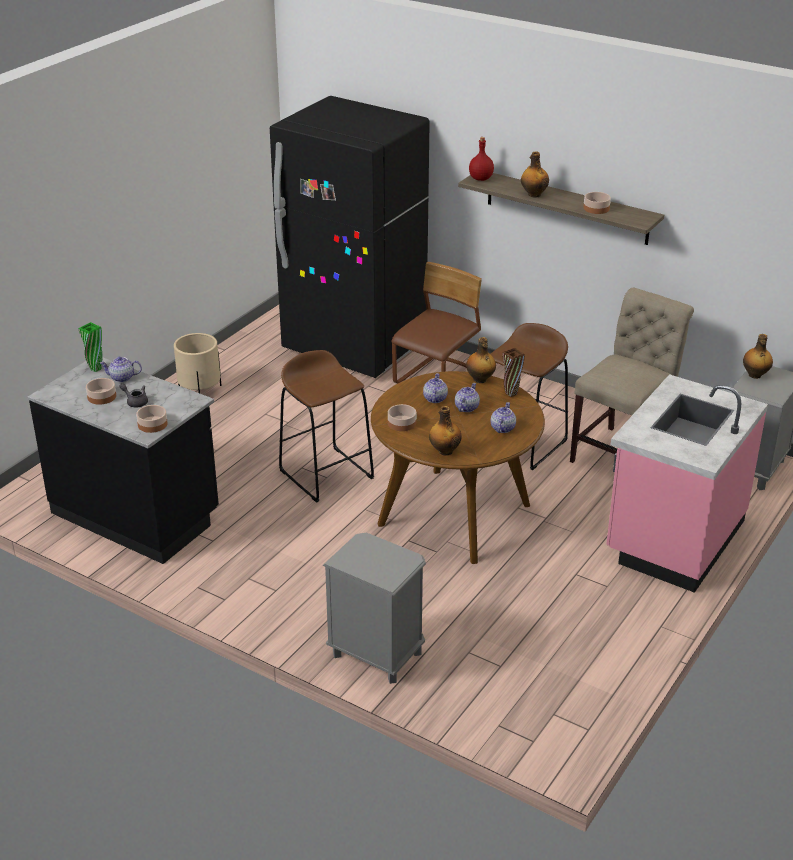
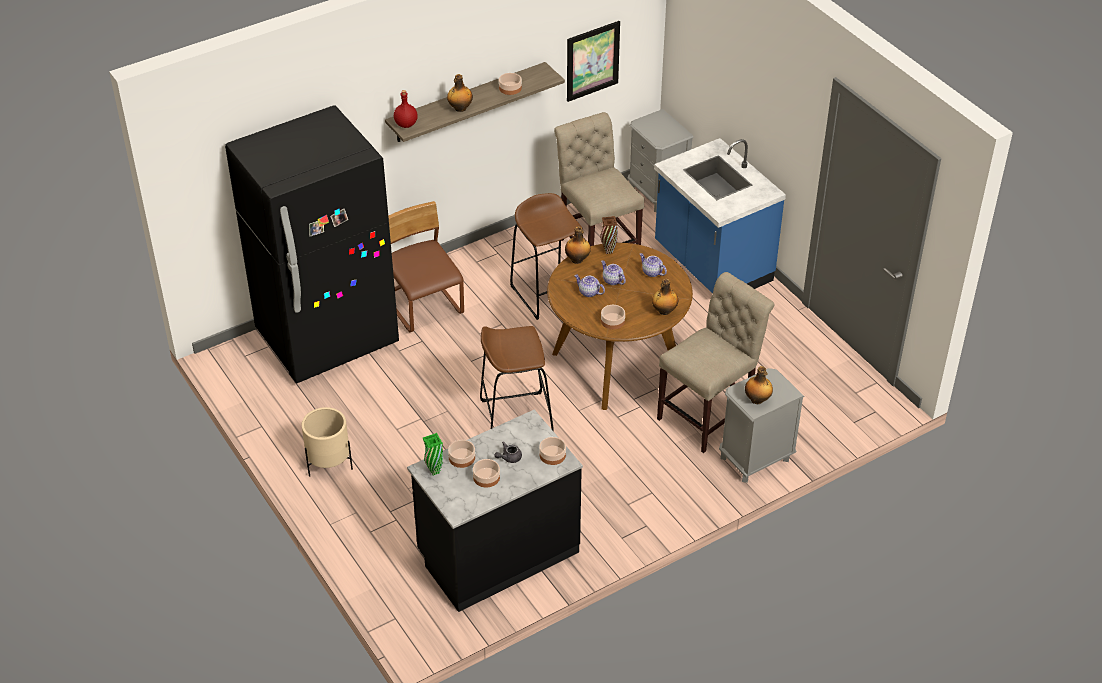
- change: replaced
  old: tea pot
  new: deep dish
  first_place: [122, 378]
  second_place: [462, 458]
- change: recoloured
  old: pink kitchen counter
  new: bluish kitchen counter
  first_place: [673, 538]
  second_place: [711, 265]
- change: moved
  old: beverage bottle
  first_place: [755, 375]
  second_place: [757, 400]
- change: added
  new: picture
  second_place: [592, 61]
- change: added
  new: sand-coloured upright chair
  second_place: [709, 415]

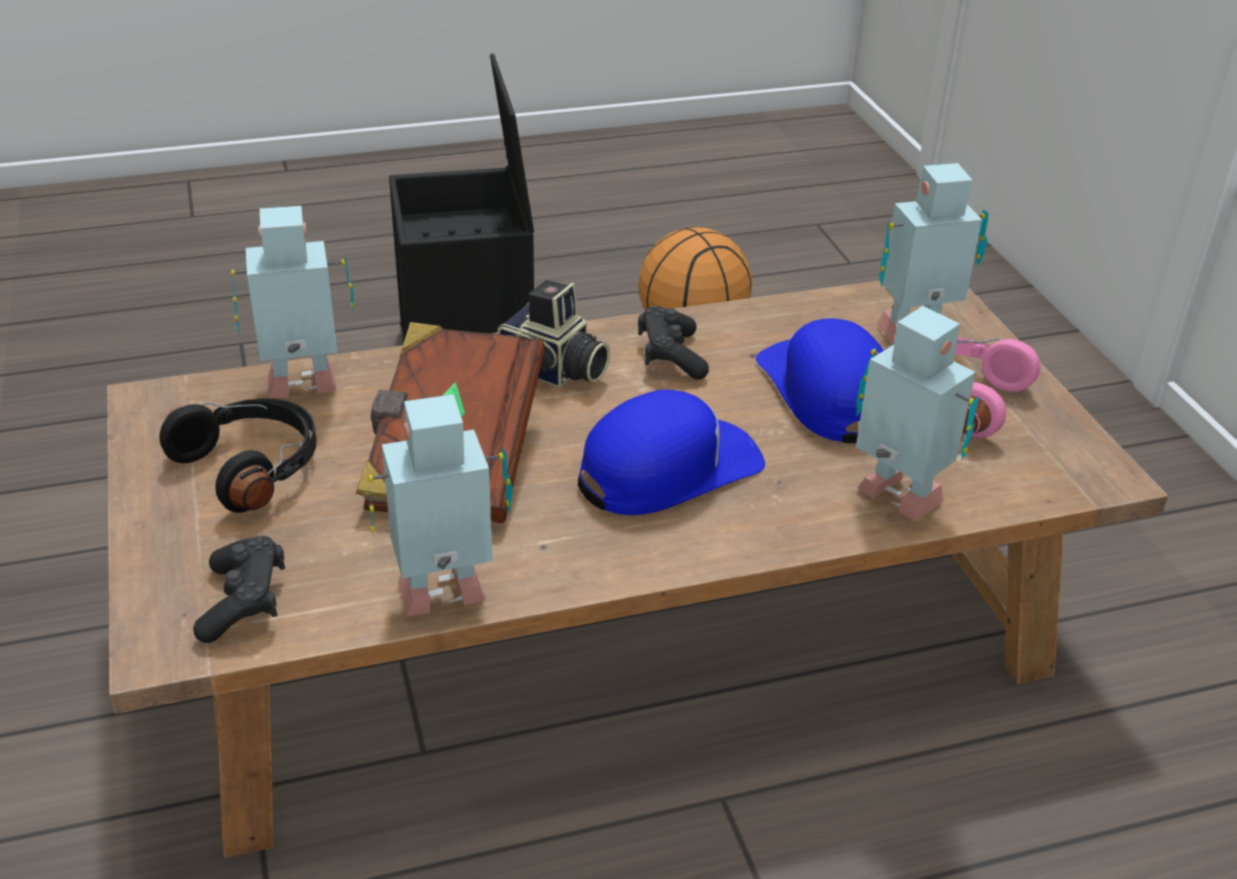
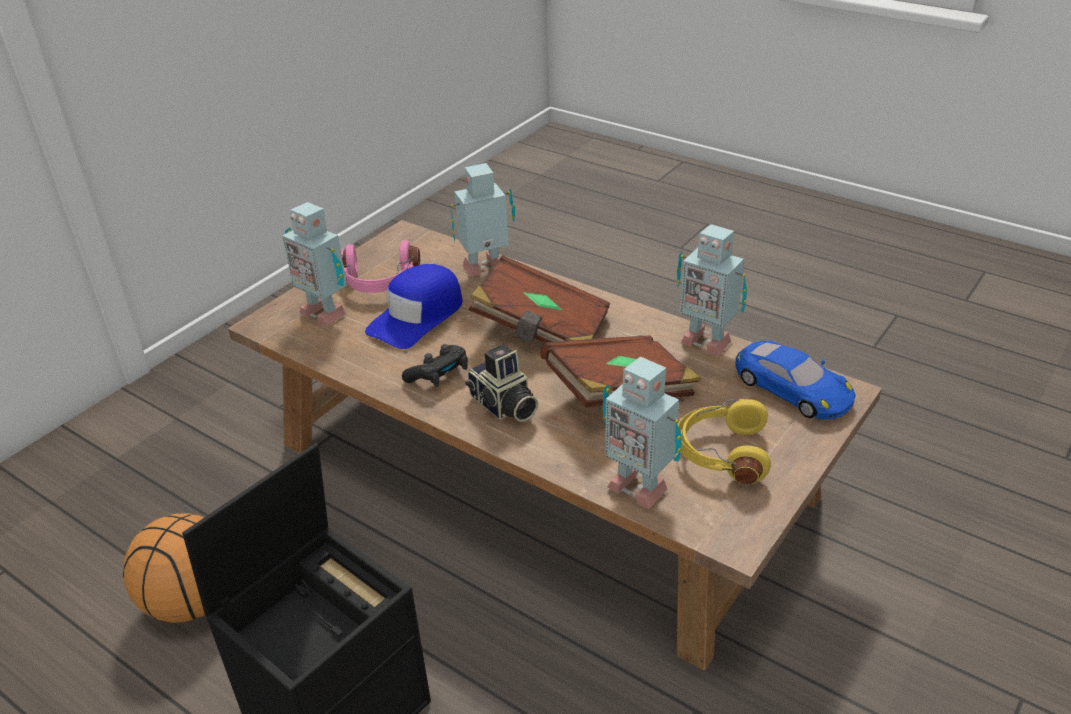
- change: recoloured
  old: black-coloured headset
  new: yellowish headset
  first_place: [252, 467]
  second_place: [721, 453]
- change: replaced
  old: black-coloured joypad
  new: bluish model car
  first_place: [244, 603]
  second_place: [792, 388]
- change: turned
  old: photo camera
  first_place: [552, 371]
  second_place: [503, 406]
  degrees: 150
- change: replaced
  old: bluish baseball cap
  new: brown-coloured bound book
  first_place: [669, 469]
  second_place: [541, 330]
- change: turned
  old: robot figure
  first_place: [897, 501]
  second_place: [486, 269]
  degrees: 60

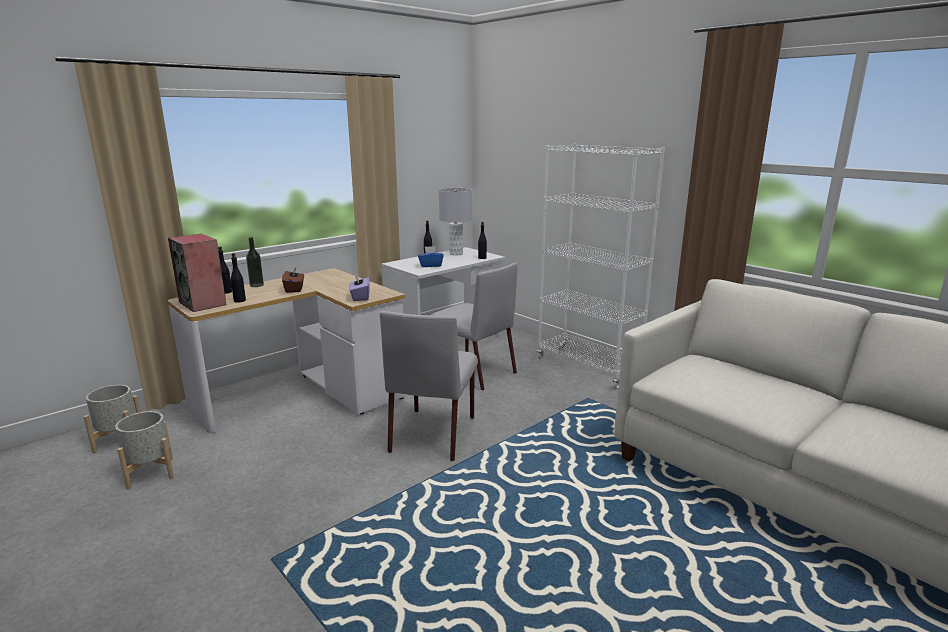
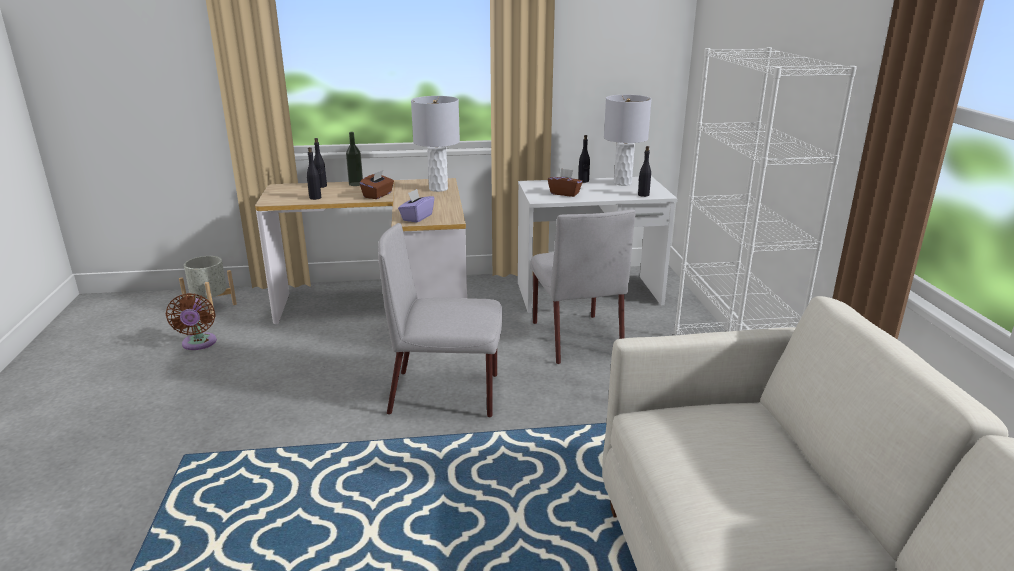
- change: replaced
  old: grey flower pot
  new: brown-coloured cooling fan
  first_place: [150, 473]
  second_place: [198, 344]
- change: removed
  old: speaker
  first_place: [203, 303]
- change: turned
  old: grey upright chair
  first_place: [433, 433]
  second_place: [447, 394]
  degrees: 45
- change: recoloured
  old: bluish box of tissues
  new: brown-coloured box of tissues
  first_place: [430, 265]
  second_place: [565, 193]
- change: added
  new: grey table lamp
  second_place: [438, 189]

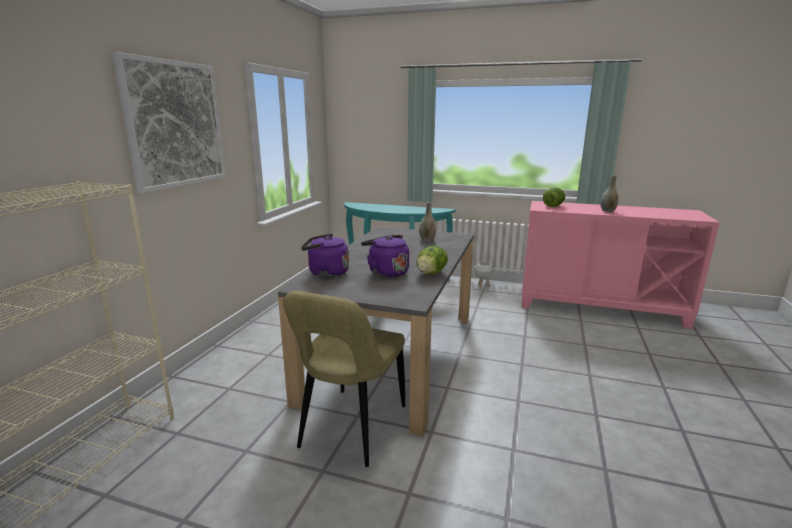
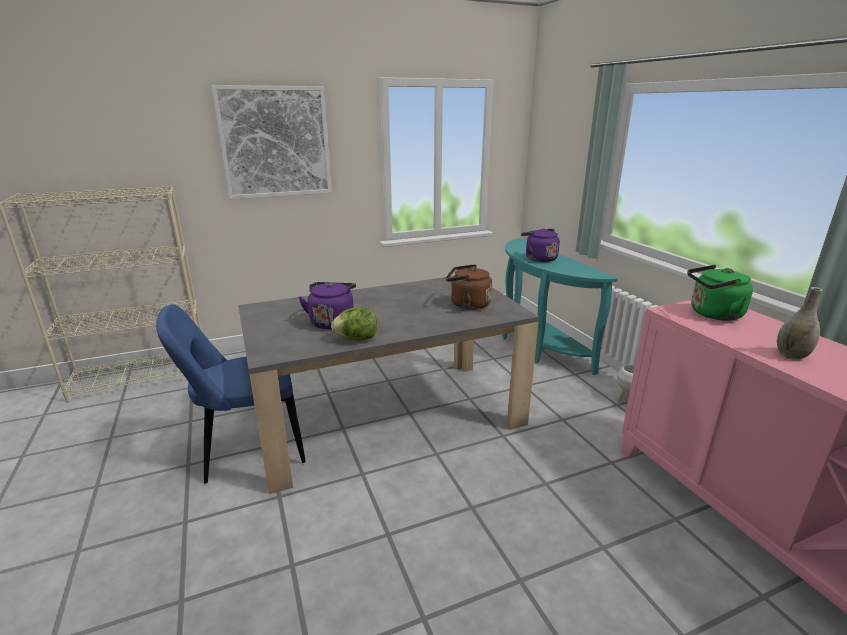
- change: recoloured
  old: sand-coloured upright chair
  new: bluish upright chair
  first_place: [351, 429]
  second_place: [248, 451]
- change: moved
  old: purple-coloured kettle
  first_place: [326, 273]
  second_place: [539, 258]
- change: replaced
  old: grey flower vase
  new: brown-coloured kettle
  first_place: [427, 240]
  second_place: [467, 304]
- change: replaced
  old: head of lettuce
  new: greenish kettle
  first_place: [553, 206]
  second_place: [712, 314]

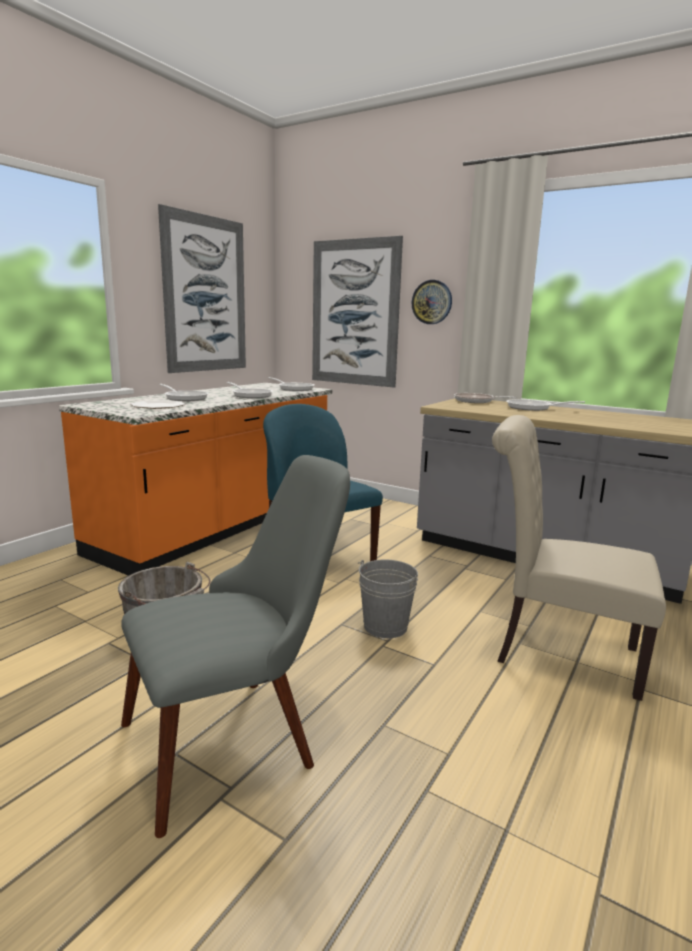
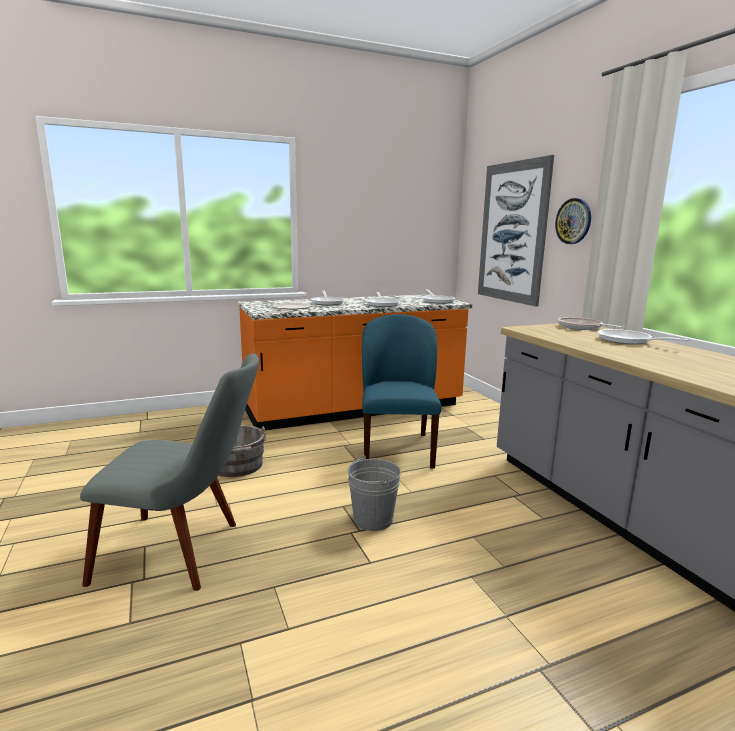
- change: removed
  old: picture
  first_place: [205, 295]
- change: removed
  old: sand-coloured upright chair
  first_place: [557, 653]

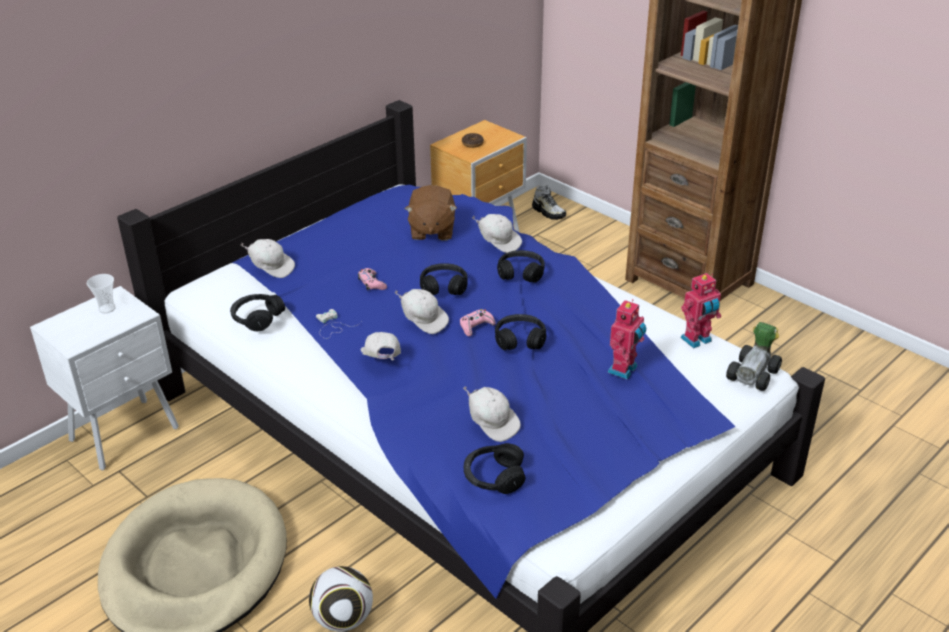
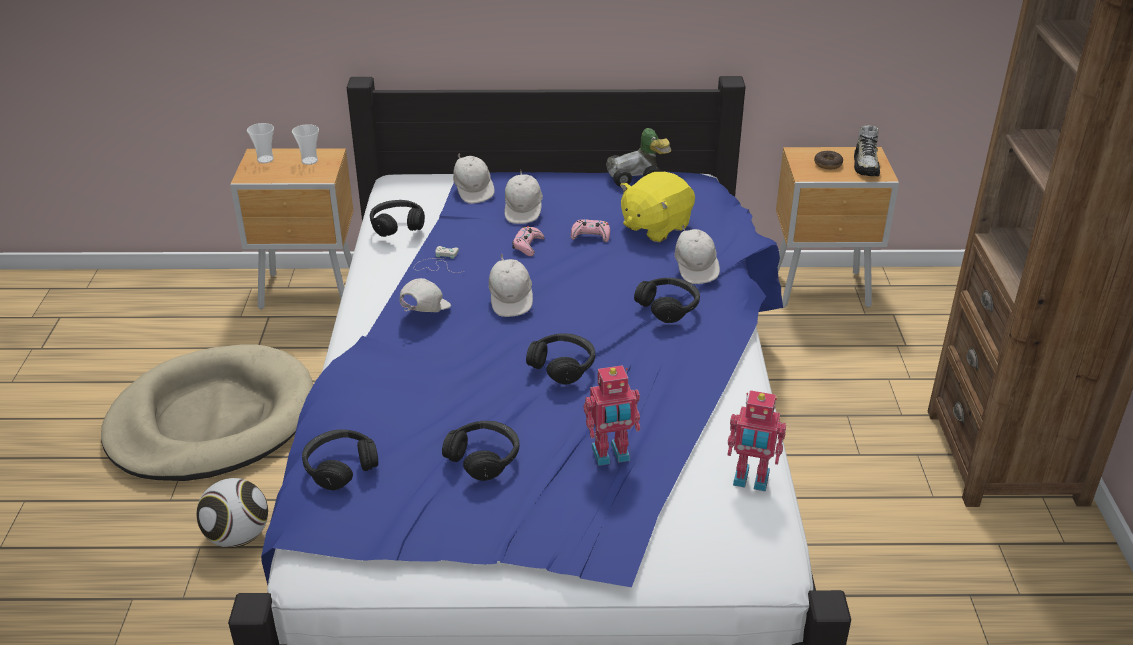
- change: recoloured
  old: whitish night table
  new: brown-coloured night table
  first_place: [127, 434]
  second_place: [311, 292]
- change: recoloured
  old: brown-coloured cuddly toy
  new: yellowish cuddly toy
  first_place: [431, 231]
  second_place: [655, 227]
- change: moved
  old: black-coloured headset
  first_place: [444, 286]
  second_place: [483, 457]
- change: moved
  old: pink joypad
  first_place: [476, 326]
  second_place: [590, 235]
- change: moved
  old: whitish baseball cap
  first_place: [492, 423]
  second_place: [523, 210]
- change: moved
  old: low shoe
  first_place: [549, 212]
  second_place: [866, 165]
- change: moved
  old: model car
  first_place: [755, 373]
  second_place: [637, 178]
- change: added
  new: cup
  second_place: [265, 159]

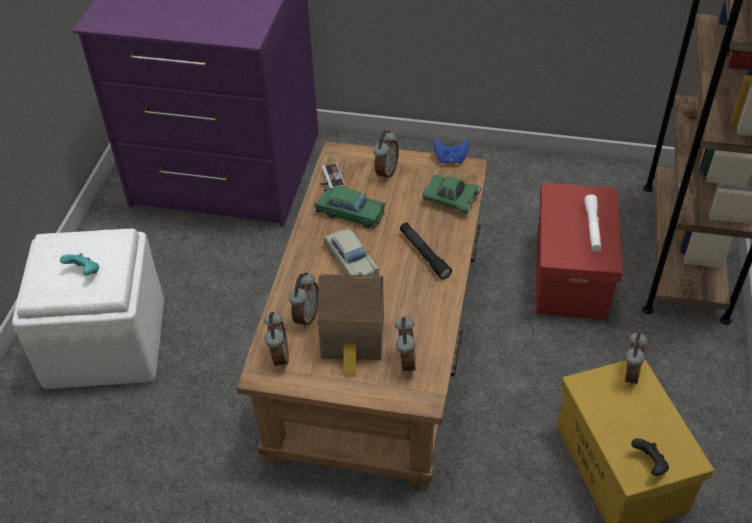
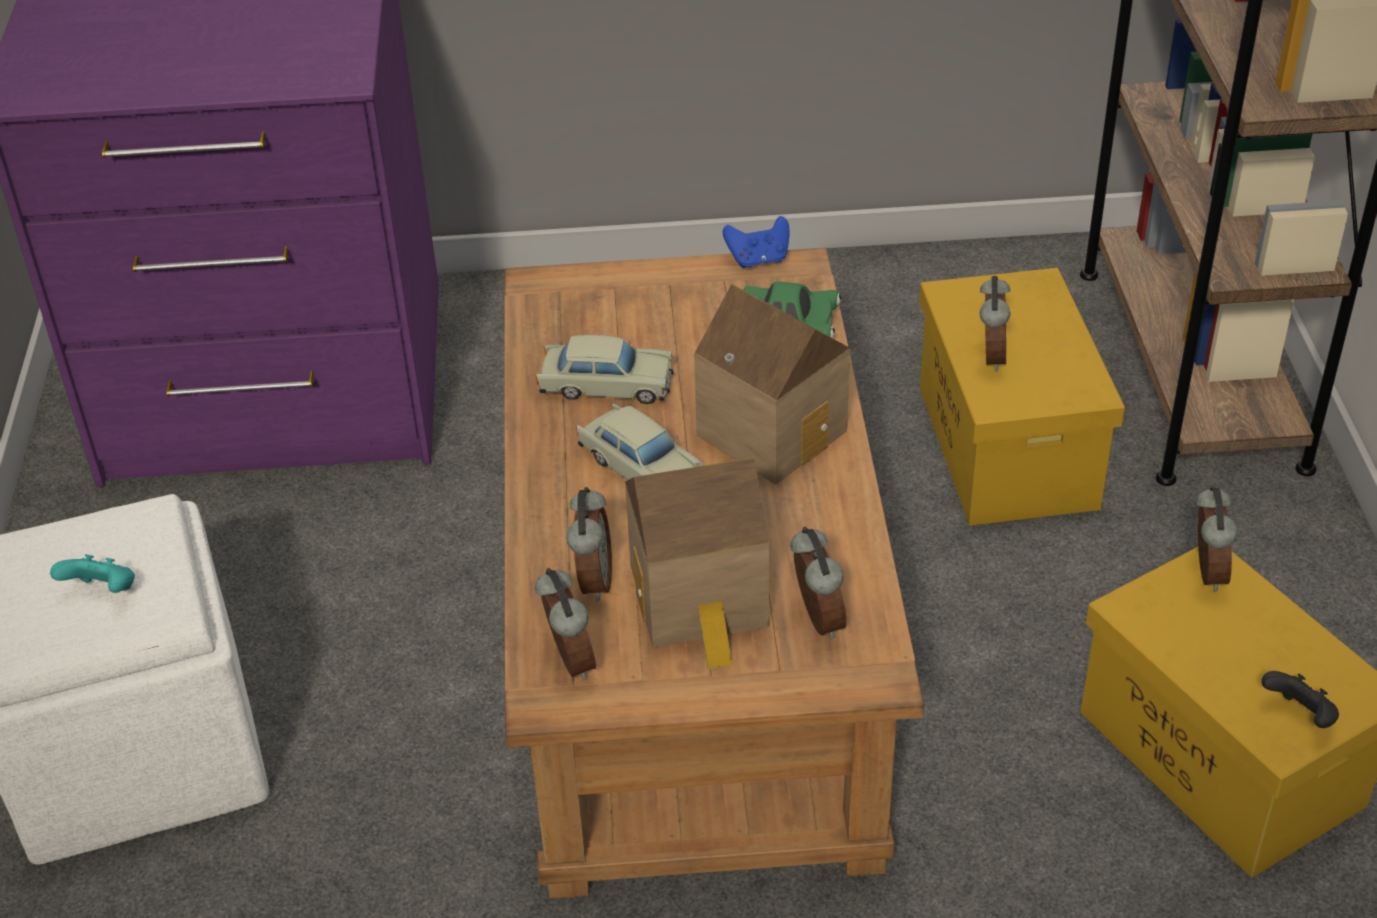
- change: recoloured
  old: greenish model car
  new: sand-coloured model car
  first_place: [350, 213]
  second_place: [606, 385]
- change: removed
  old: joypad
  first_place: [330, 180]
- change: moved
  old: alarm clock
  first_place: [385, 172]
  second_place: [990, 357]
- change: replaced
  old: black-coloured hand torch
  new: miniature house
  first_place: [424, 254]
  second_place: [775, 429]
- change: recoloured
  old: red storage box
  new: yellowish storage box
  first_place: [570, 274]
  second_place: [1005, 445]
- change: removed
  old: whitish hand torch
  first_place: [592, 227]

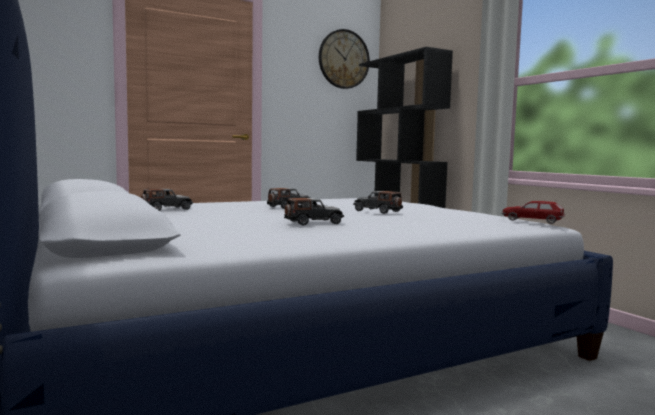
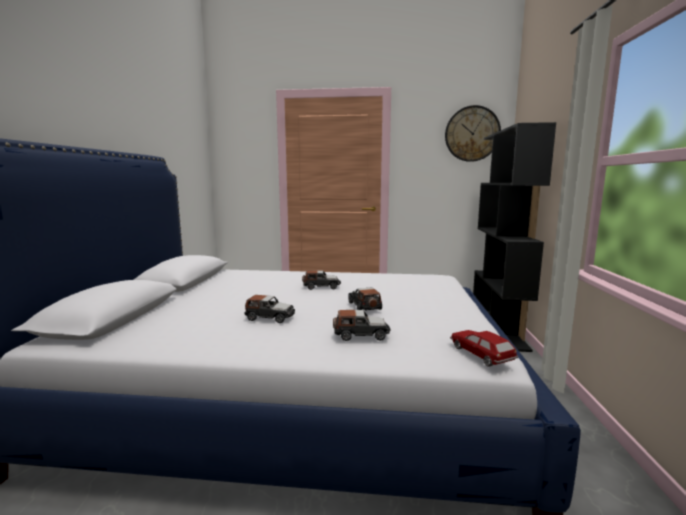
- change: moved
  old: model car
  first_place: [167, 209]
  second_place: [361, 335]

